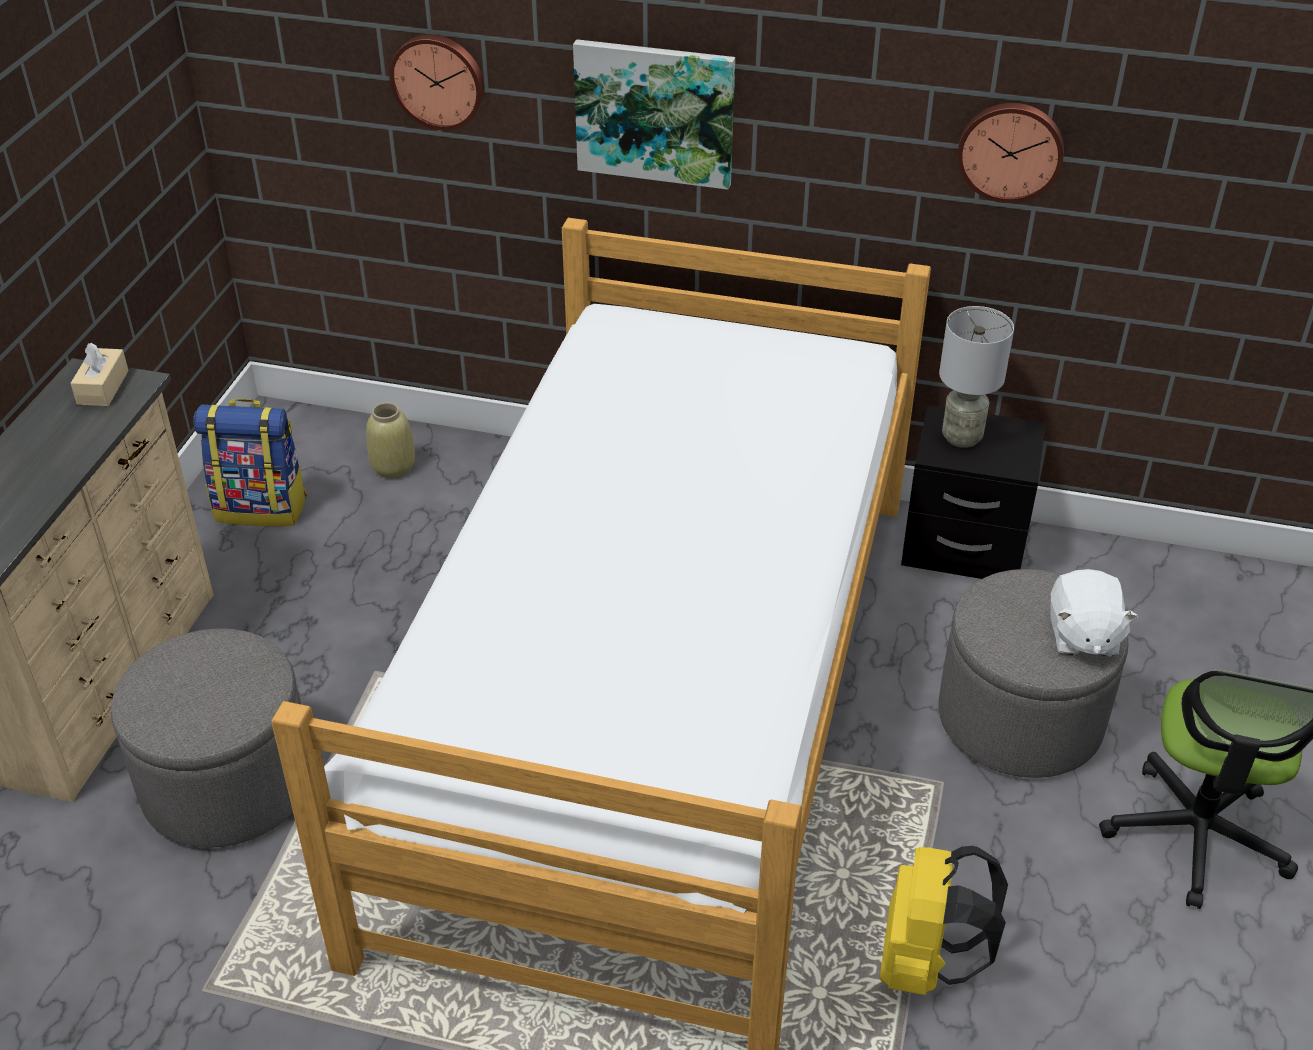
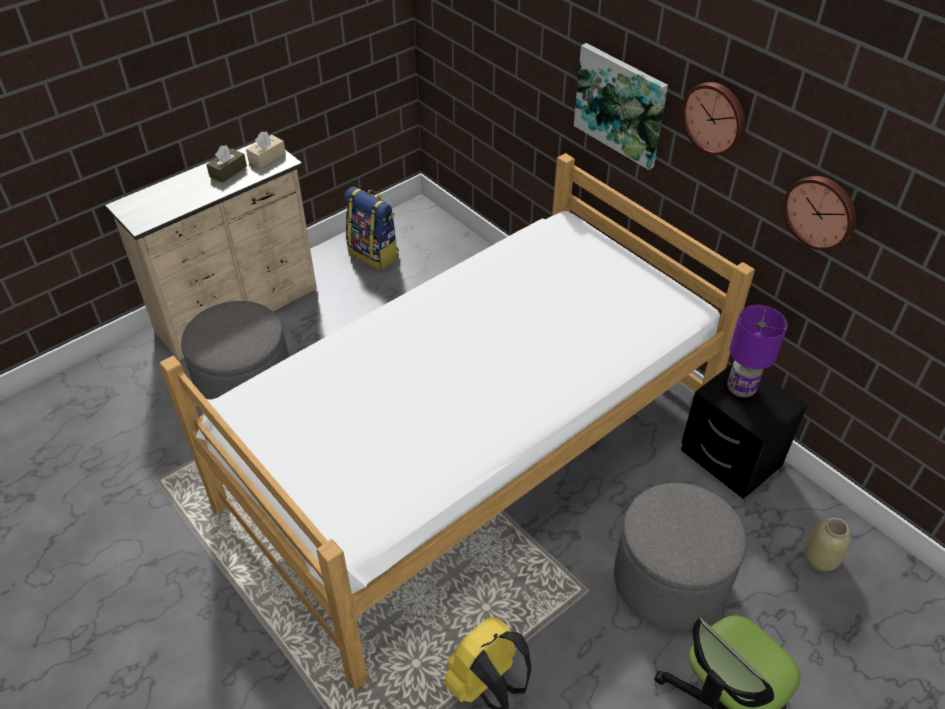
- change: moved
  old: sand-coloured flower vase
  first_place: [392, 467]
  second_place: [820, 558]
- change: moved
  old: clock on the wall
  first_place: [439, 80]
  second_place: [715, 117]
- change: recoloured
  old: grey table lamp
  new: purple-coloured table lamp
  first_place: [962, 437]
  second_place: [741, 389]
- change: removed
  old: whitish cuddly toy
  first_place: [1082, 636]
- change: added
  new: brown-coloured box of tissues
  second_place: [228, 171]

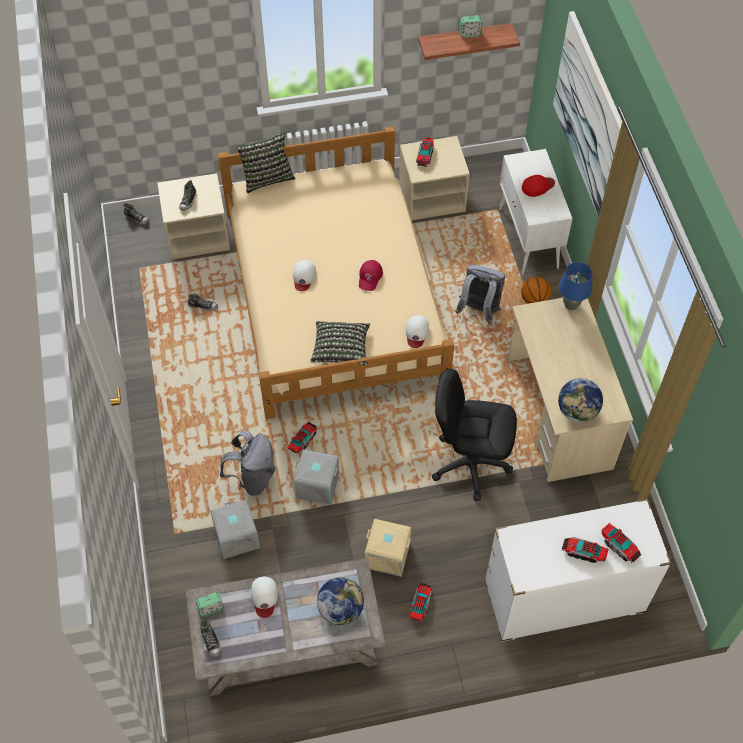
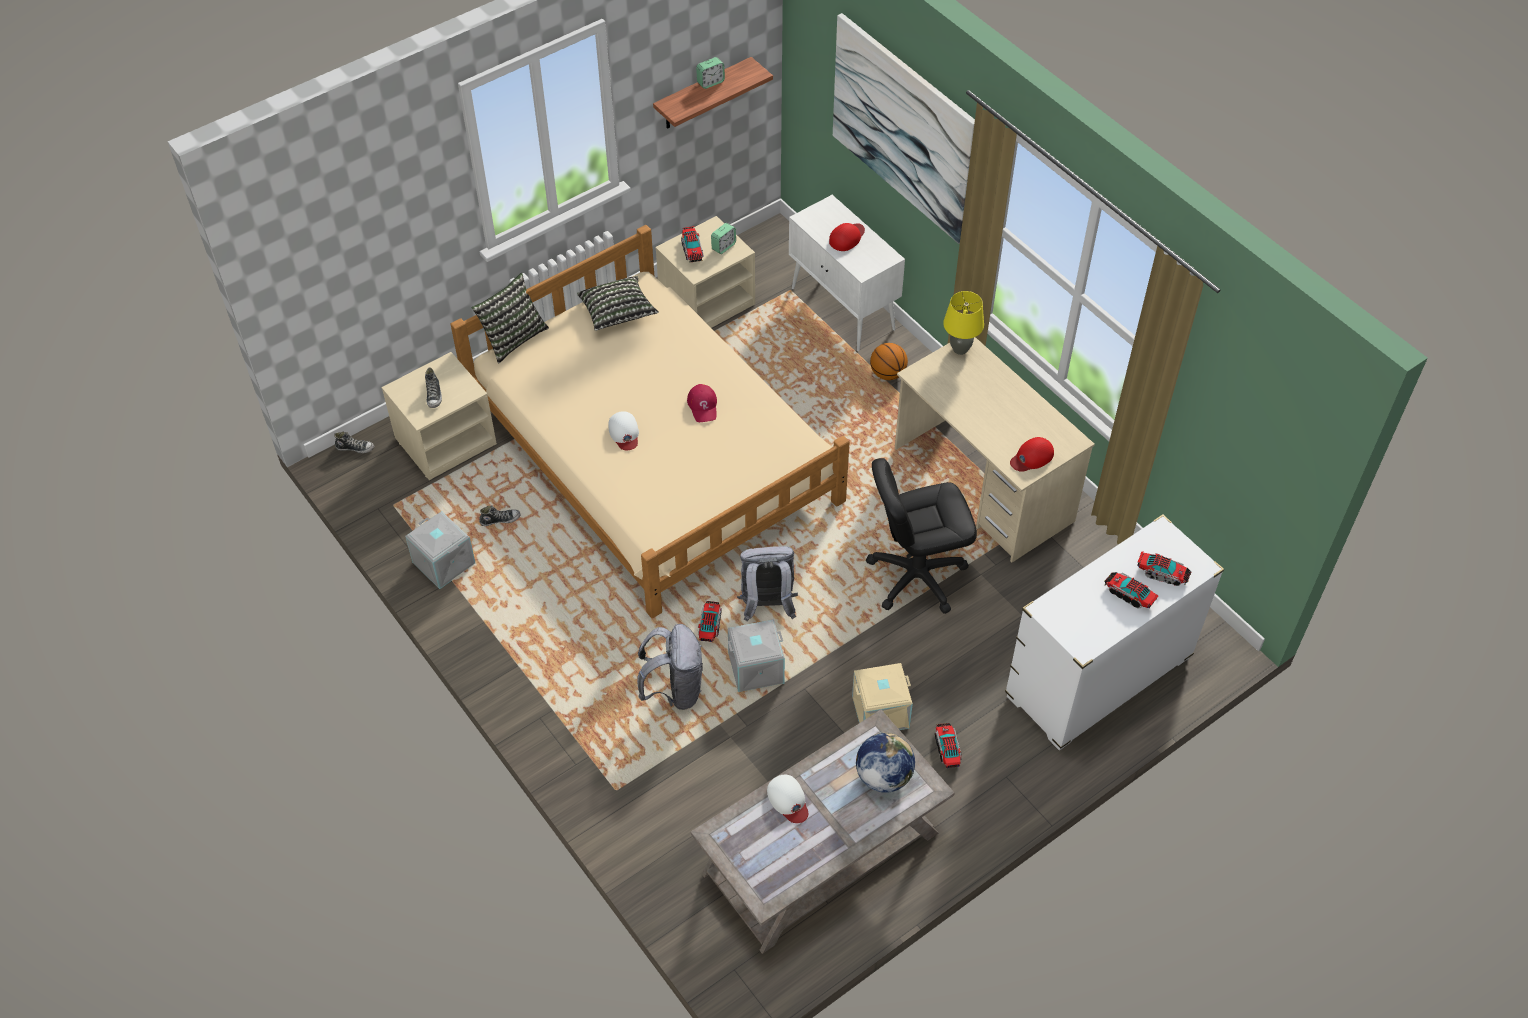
- change: moved
  old: alarm clock
  first_place: [211, 609]
  second_place: [723, 246]
- change: removed
  old: low shoe
  first_place: [211, 640]
- change: moved
  old: grey storage box
  first_place: [236, 537]
  second_place: [442, 563]
- change: moved
  old: cushion
  first_place: [341, 349]
  second_place: [617, 313]
- change: removed
  old: whitish baseball cap
  first_place: [416, 332]
- change: moved
  old: grey backpack
  first_place: [479, 310]
  second_place: [767, 606]
- change: replaced
  old: globe
  new: red baseball cap
  first_place: [577, 411]
  second_place: [1032, 457]
- change: recoloured
  old: bluish table lamp
  new: yellowish table lamp
  first_place: [570, 305]
  second_place: [960, 349]
- change: turned
  old: model truck
  first_place: [583, 552]
  second_place: [1129, 594]
  degrees: 45

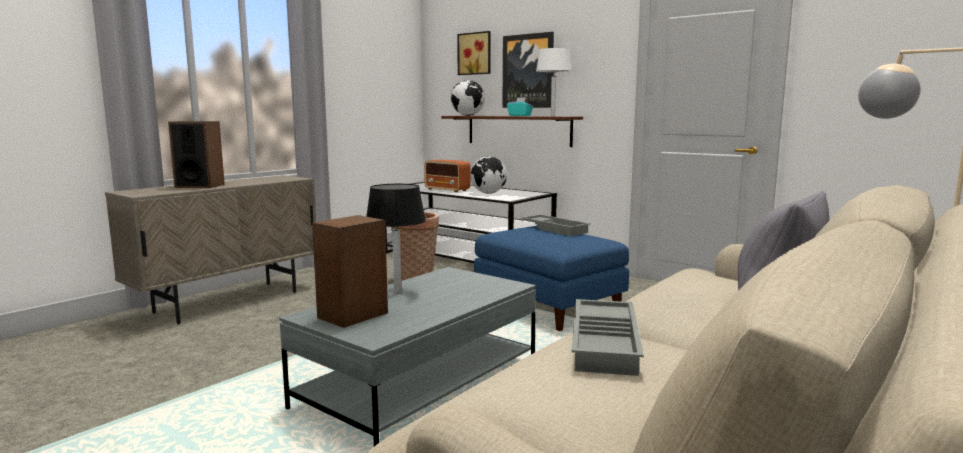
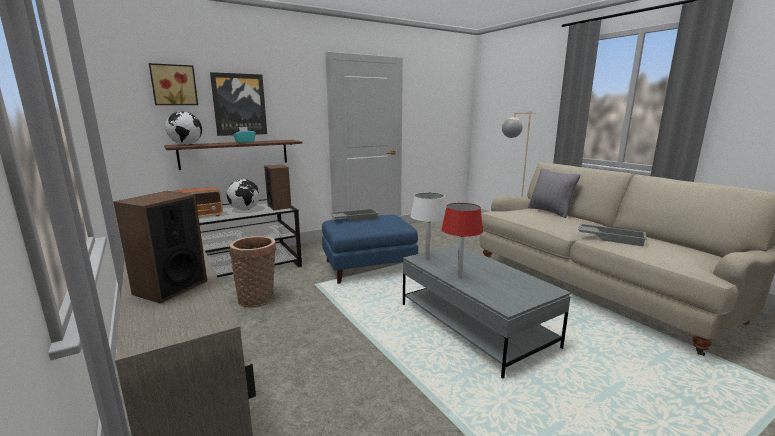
- change: moved
  old: speaker
  first_place: [353, 315]
  second_place: [279, 206]
- change: recoloured
  old: black-coloured table lamp
  new: red table lamp
  first_place: [397, 292]
  second_place: [459, 276]
- change: moved
  old: whitish table lamp
  first_place: [552, 116]
  second_place: [427, 258]

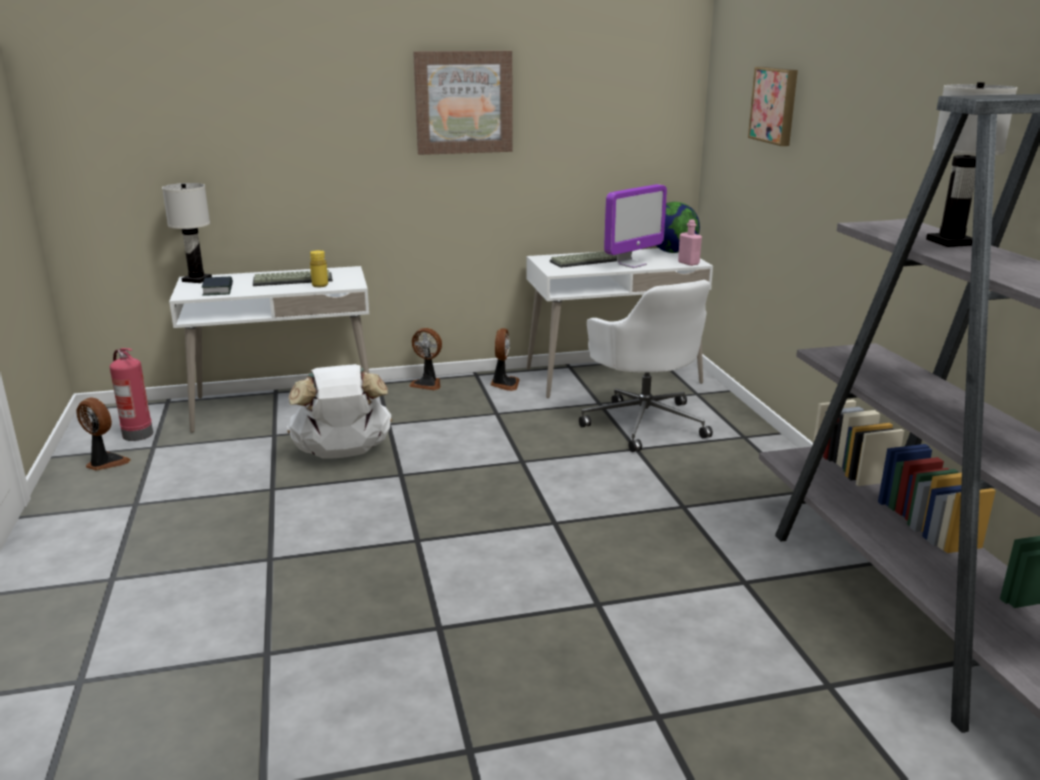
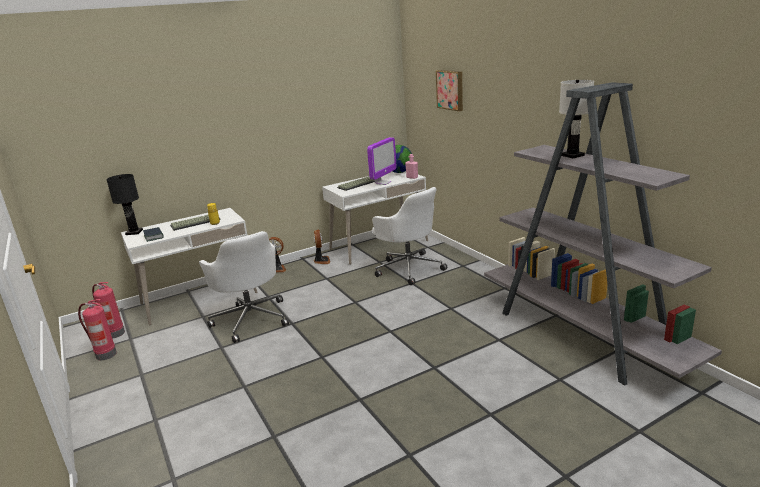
- change: replaced
  old: cooling fan
  new: extinguisher
  first_place: [105, 463]
  second_place: [105, 355]
- change: recoloured
  old: whitish table lamp
  new: black-coloured table lamp
  first_place: [197, 279]
  second_place: [134, 232]
- change: replaced
  old: whitish backpack
  new: whitish computer chair
  first_place: [342, 454]
  second_place: [251, 319]
- change: removed
  old: picture
  first_place: [463, 102]

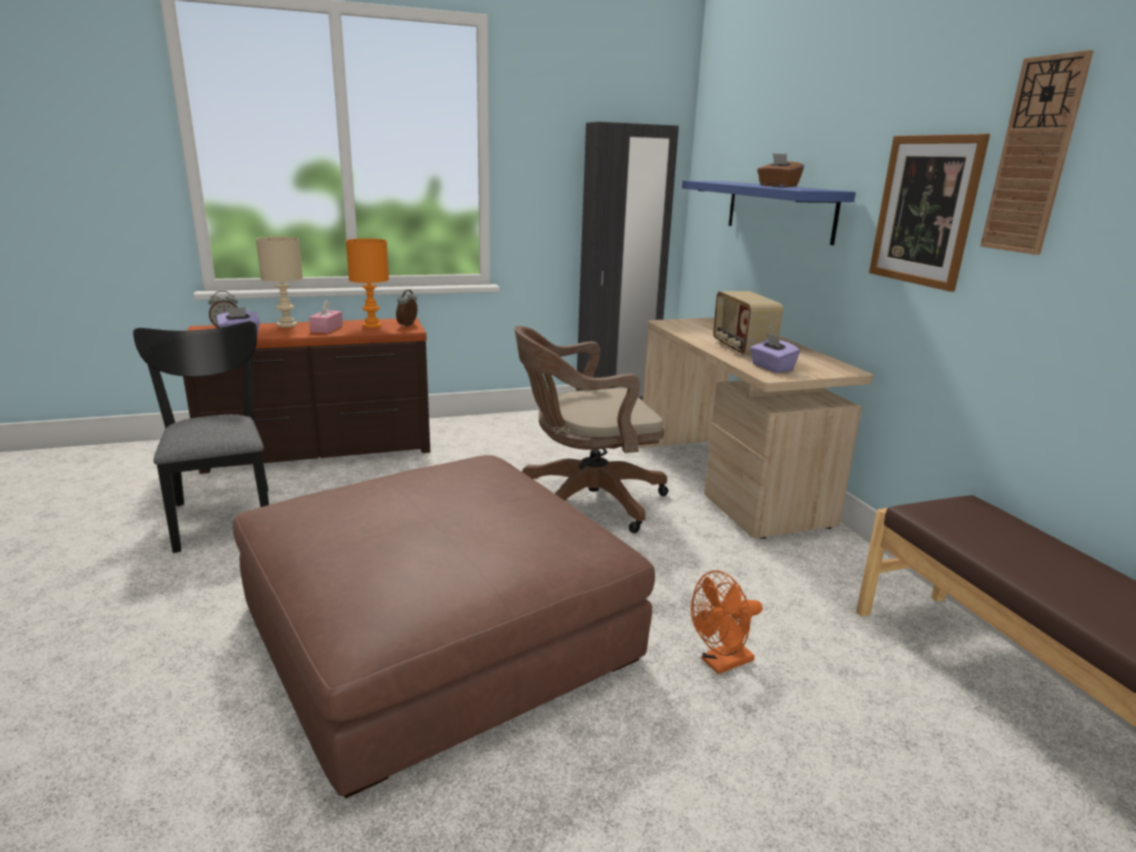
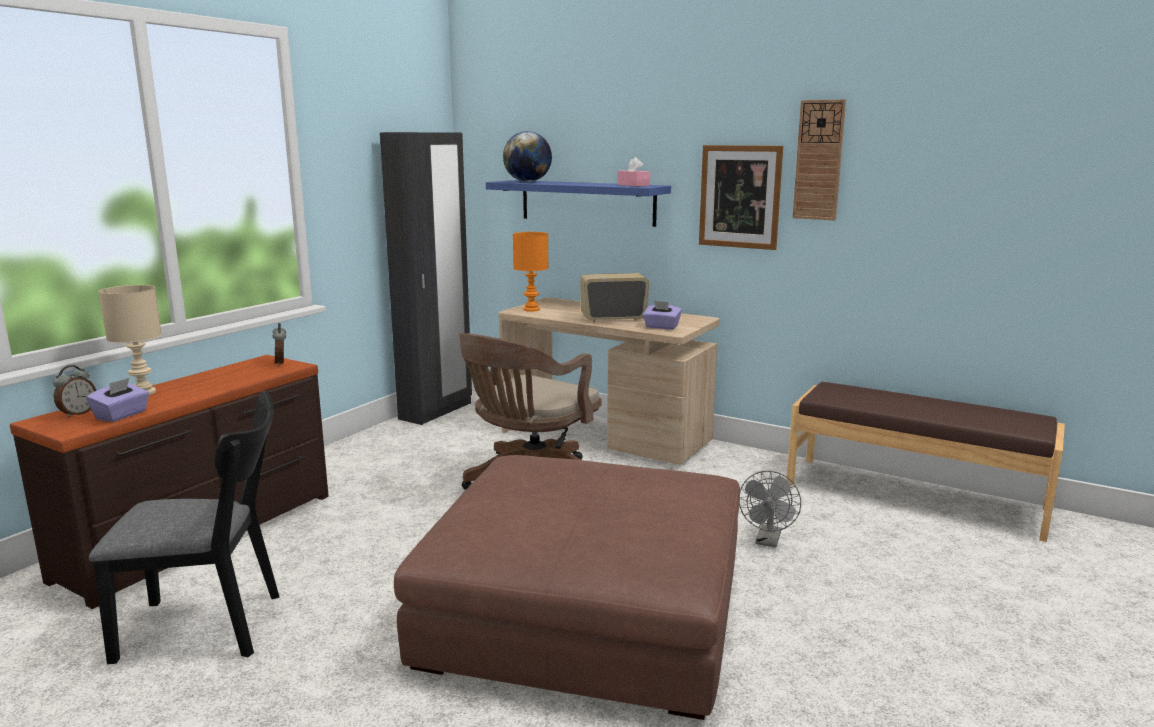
- change: turned
  old: black-coloured upright chair
  first_place: [223, 514]
  second_place: [213, 626]
  degrees: 150
- change: moved
  old: pink box of tissues
  first_place: [327, 328]
  second_place: [633, 185]
- change: moved
  old: orangey table lamp
  first_place: [373, 325]
  second_place: [531, 309]
- change: recoloured
  old: orangey cooling fan
  new: grey cooling fan
  first_place: [721, 663]
  second_place: [768, 541]
- change: turned
  old: radio
  first_place: [741, 348]
  second_place: [613, 319]
  degrees: 135
- change: removed
  old: brown-coloured box of tissues
  first_place: [777, 186]
- change: added
  new: globe
  second_place: [527, 182]

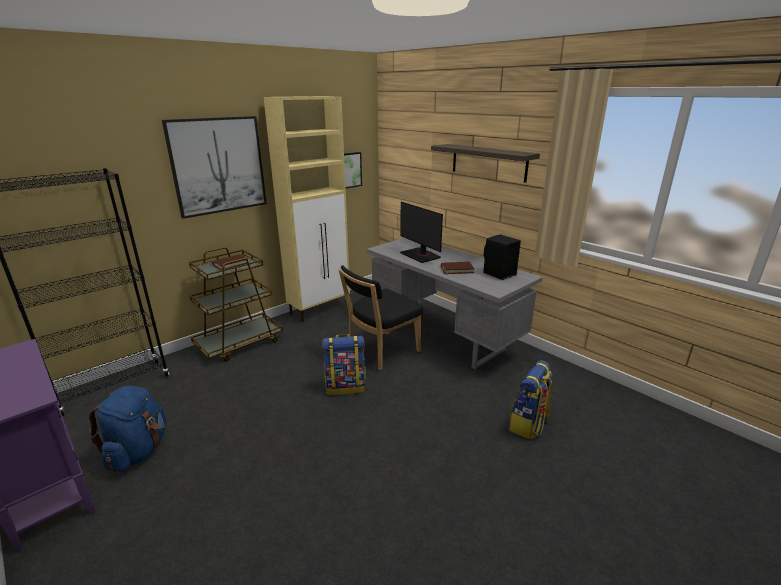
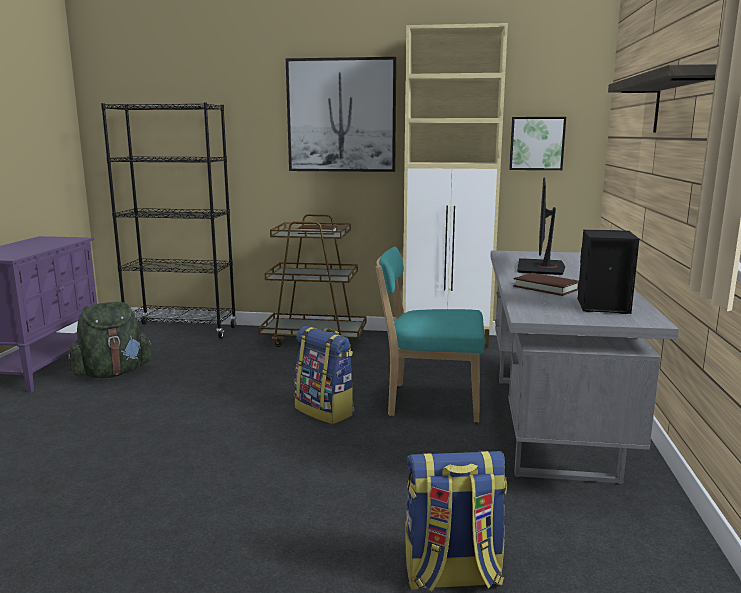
- change: recoloured
  old: bluish backpack
  new: greenish backpack
  first_place: [138, 451]
  second_place: [113, 373]
- change: recoloured
  old: black-coloured upright chair
  new: turquoise-coloured upright chair
  first_place: [381, 352]
  second_place: [429, 402]

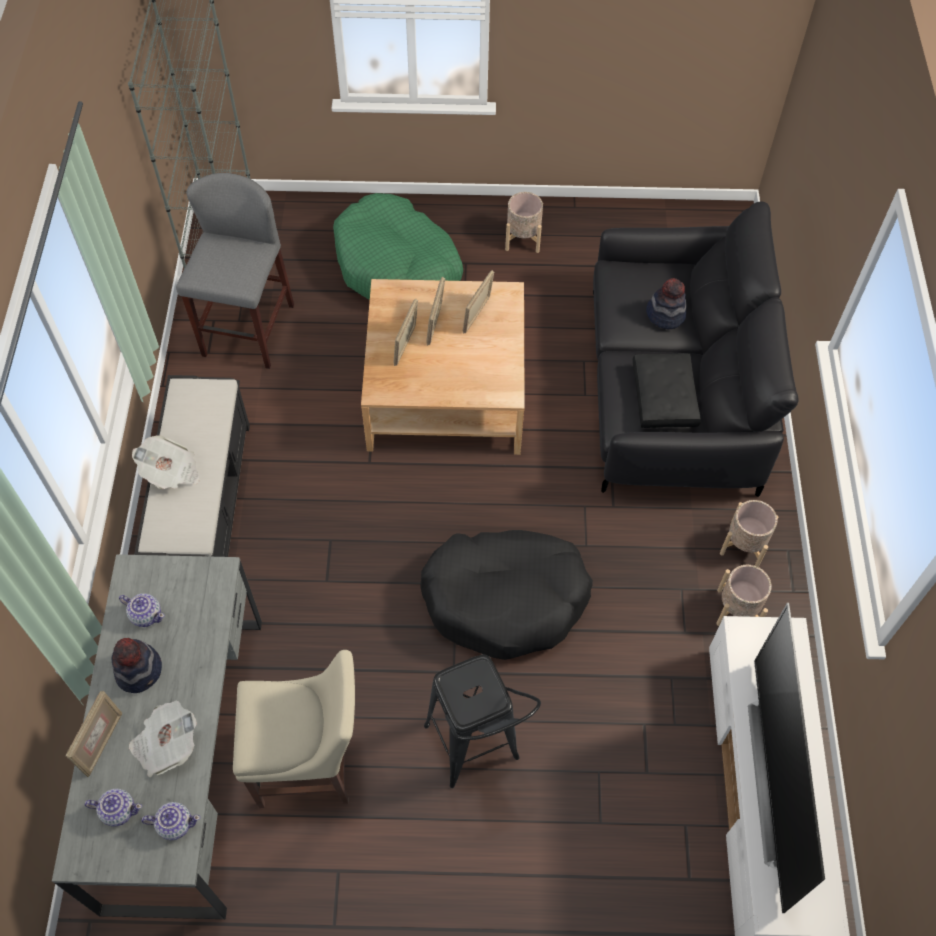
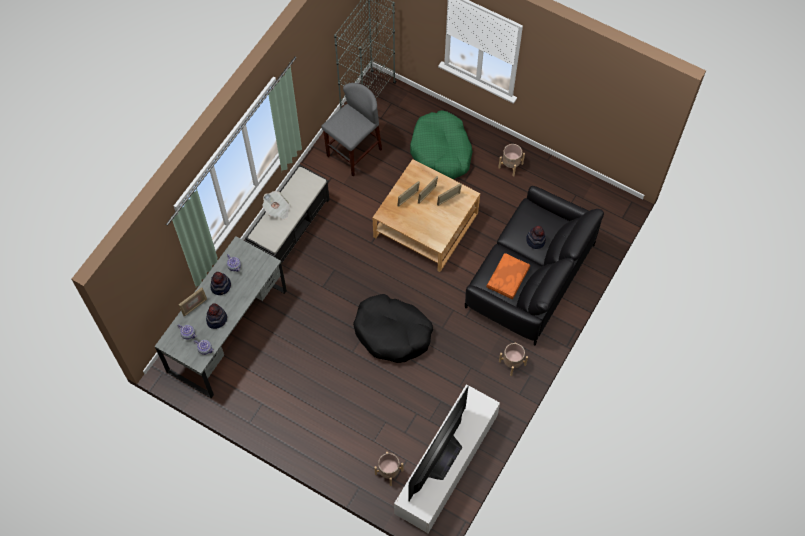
- change: replaced
  old: newspaper
  new: wearable hat
  first_place: [166, 745]
  second_place: [216, 319]
- change: removed
  old: sand-coloured upright chair
  first_place: [311, 765]
- change: removed
  old: black-coloured sitting stool
  first_place: [477, 756]
- change: recoloured
  old: black-coloured cushion
  new: orangey cushion
  first_place: [665, 397]
  second_place: [508, 279]
- change: moved
  old: sand-coloured flower pot
  first_place: [737, 609]
  second_place: [389, 472]

